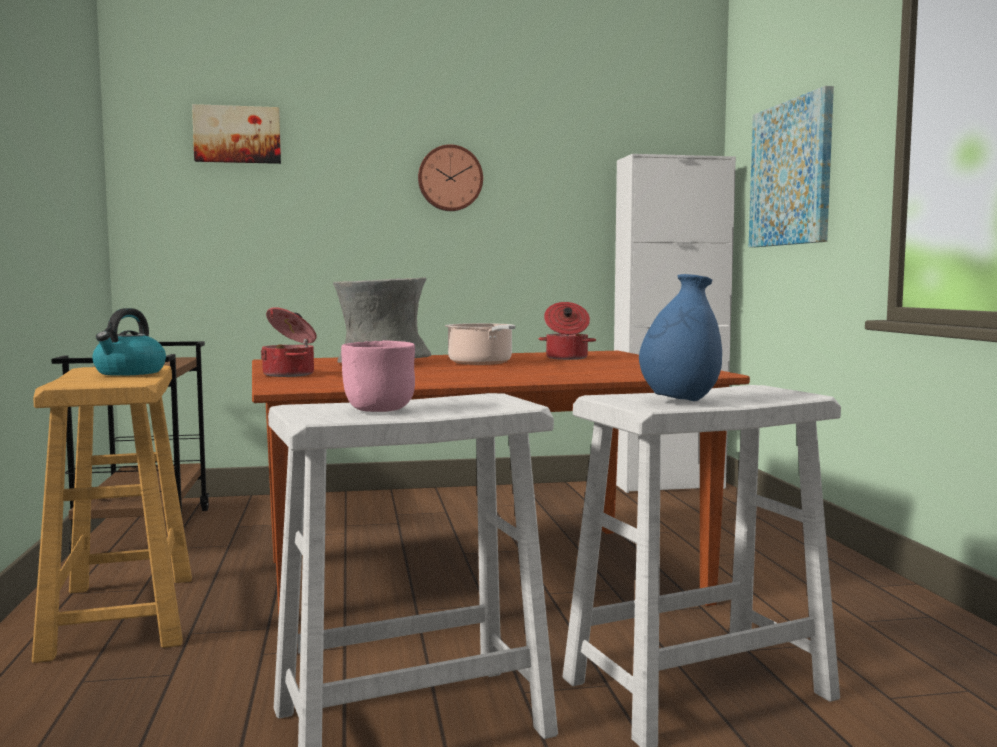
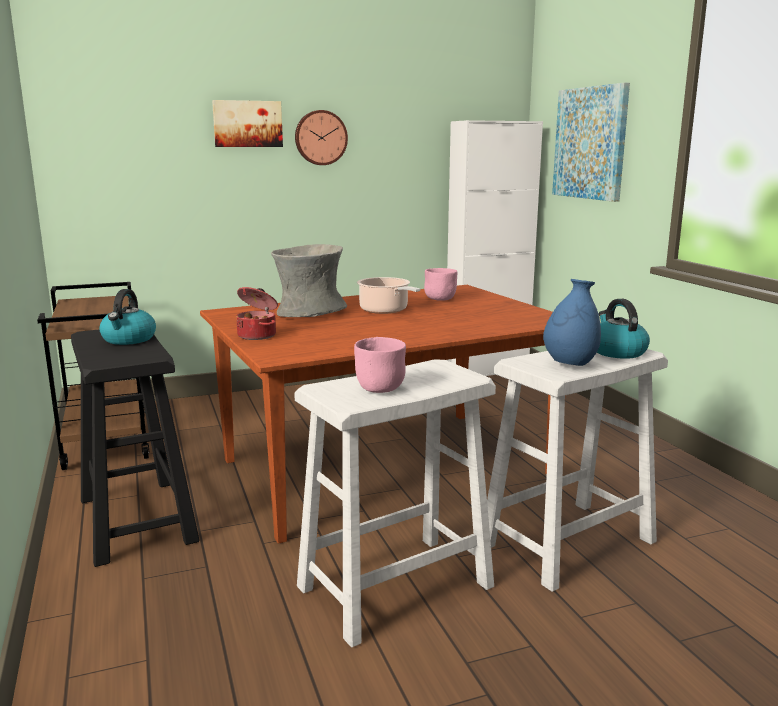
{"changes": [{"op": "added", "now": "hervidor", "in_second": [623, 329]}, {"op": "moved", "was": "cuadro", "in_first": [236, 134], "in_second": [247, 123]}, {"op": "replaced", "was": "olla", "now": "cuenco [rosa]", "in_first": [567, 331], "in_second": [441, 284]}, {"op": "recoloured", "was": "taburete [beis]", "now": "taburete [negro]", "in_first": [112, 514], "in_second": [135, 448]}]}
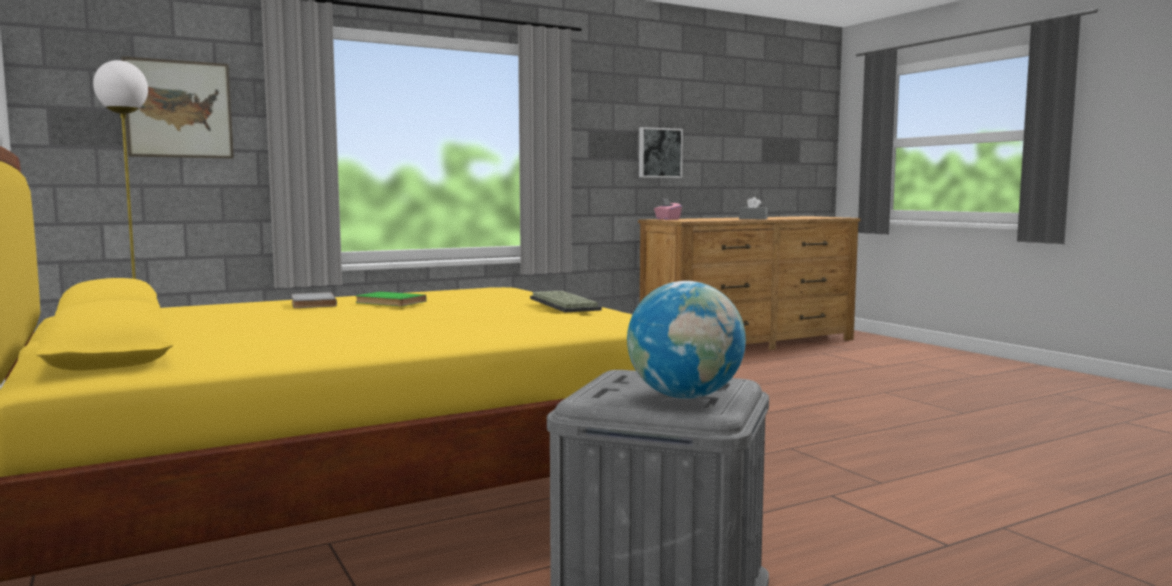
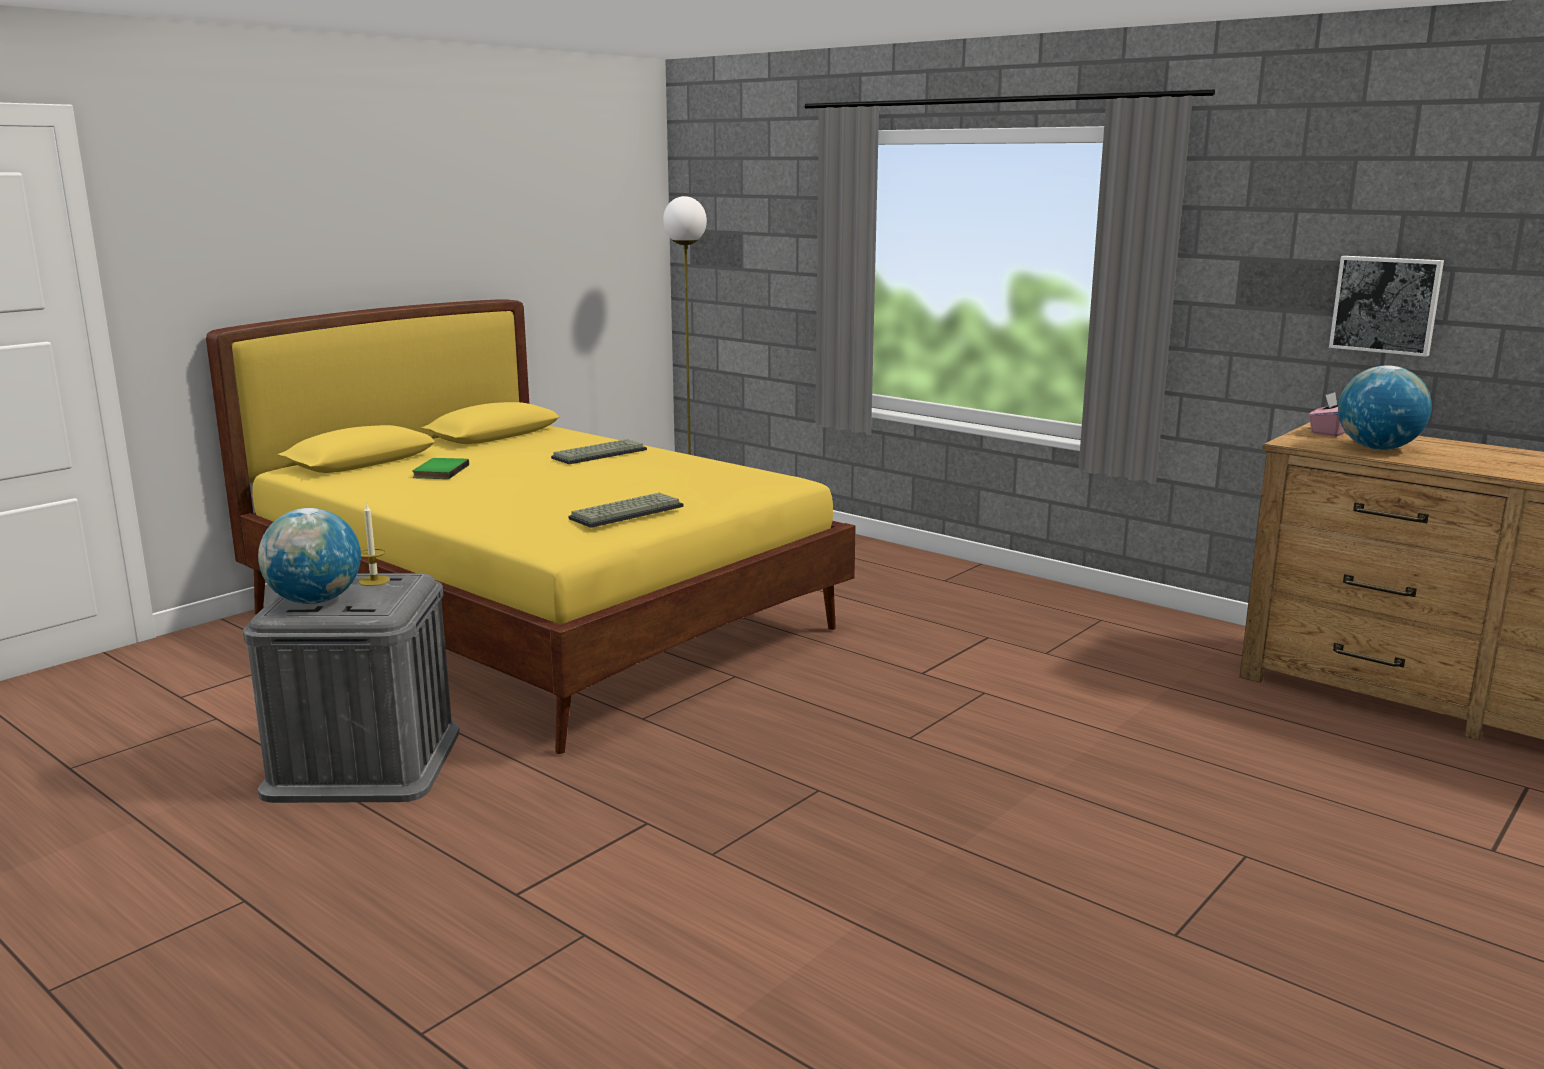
{"changes": [{"op": "removed", "was": "cuadro", "in_first": [177, 107]}, {"op": "removed", "was": "caja de pañuelos [gris]", "in_first": [753, 208]}, {"op": "added", "now": "vela", "in_second": [374, 545]}, {"op": "added", "now": "globo terráqueo", "in_second": [1385, 407]}, {"op": "moved", "was": "libro [verde]", "in_first": [391, 299], "in_second": [440, 468]}, {"op": "replaced", "was": "libro [gris]", "now": "teclado", "in_first": [314, 300], "in_second": [599, 451]}]}
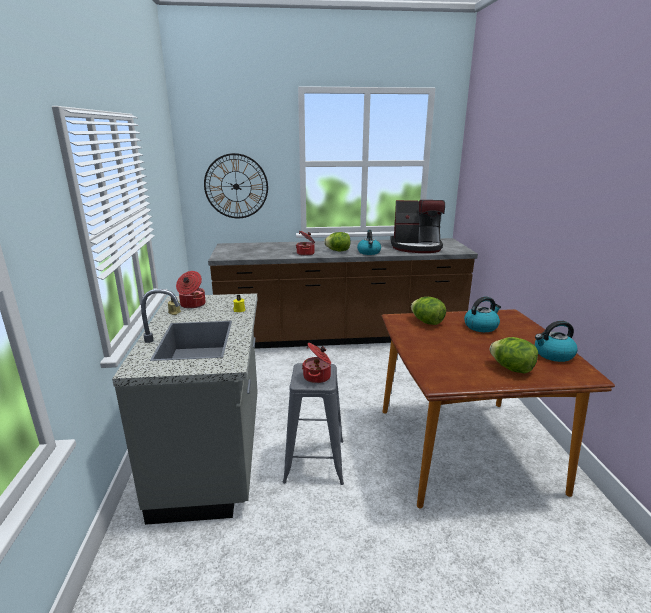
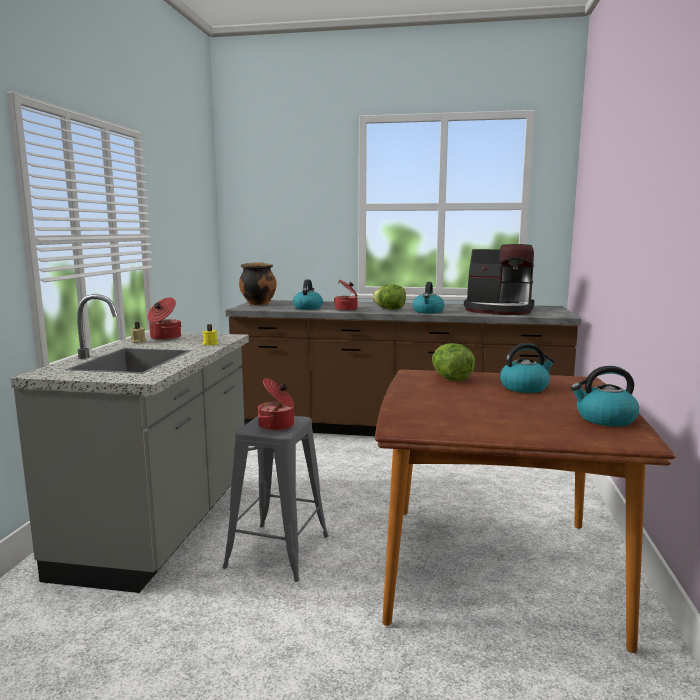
{"changes": [{"op": "removed", "was": "reloj de pared", "in_first": [236, 185]}, {"op": "removed", "was": "lechuga", "in_first": [514, 355]}, {"op": "added", "now": "olla", "in_second": [258, 283]}, {"op": "added", "now": "hervidor", "in_second": [308, 294]}]}
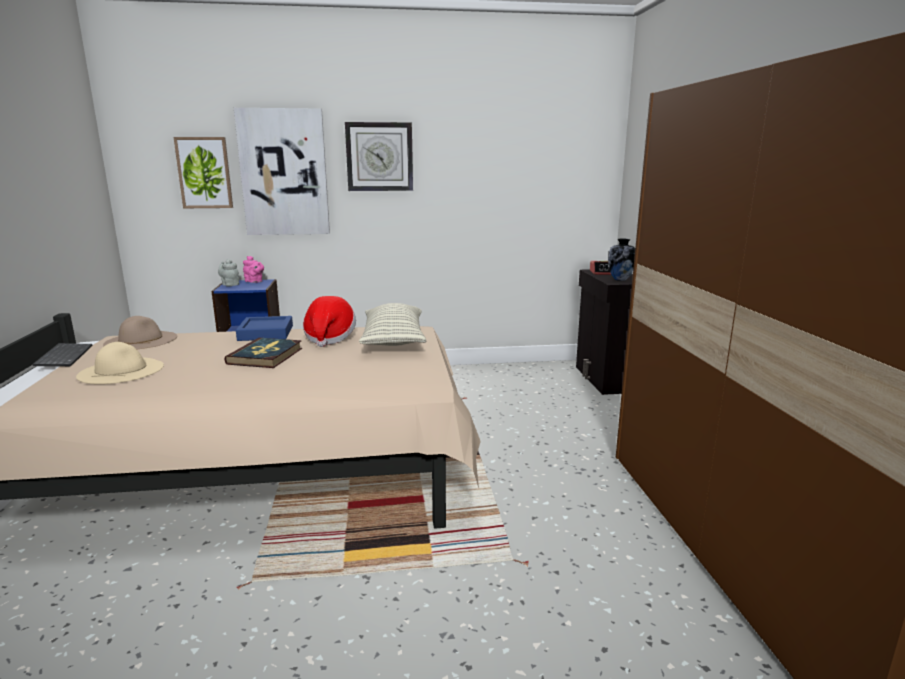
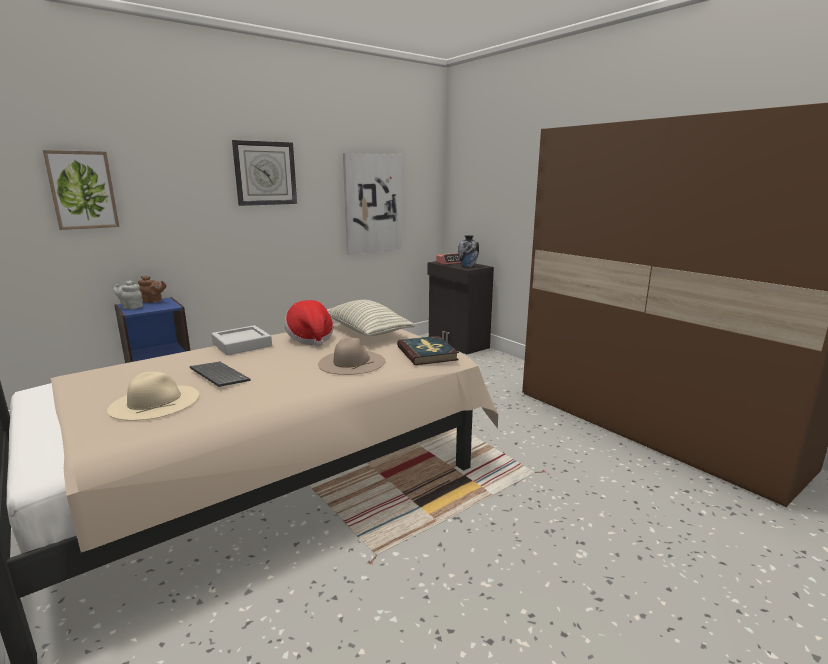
{"changes": [{"op": "moved", "was": "teclado", "in_first": [62, 354], "in_second": [220, 374]}, {"op": "moved", "was": "sombrero [beis]", "in_first": [140, 332], "in_second": [351, 356]}, {"op": "moved", "was": "libro", "in_first": [263, 353], "in_second": [428, 350]}, {"op": "moved", "was": "cuadro", "in_first": [282, 171], "in_second": [372, 204]}, {"op": "recoloured", "was": "bandeja [azul]", "now": "bandeja [gris]", "in_first": [264, 328], "in_second": [241, 340]}, {"op": "recoloured", "was": "tetera [rosa]", "now": "tetera [marrón]", "in_first": [253, 269], "in_second": [152, 289]}]}
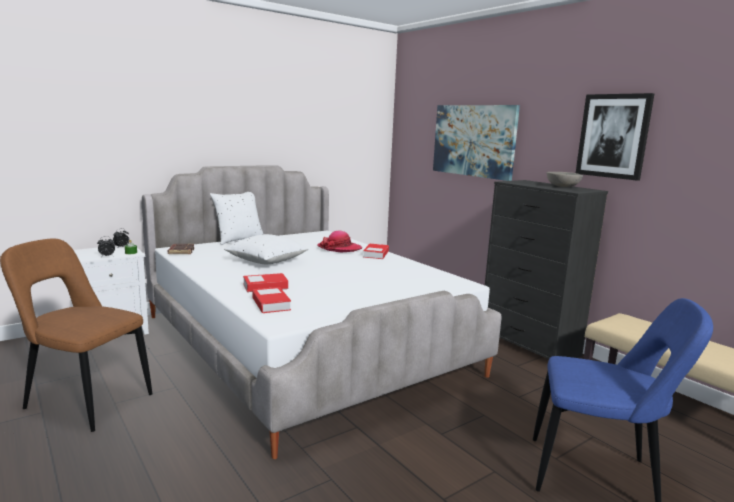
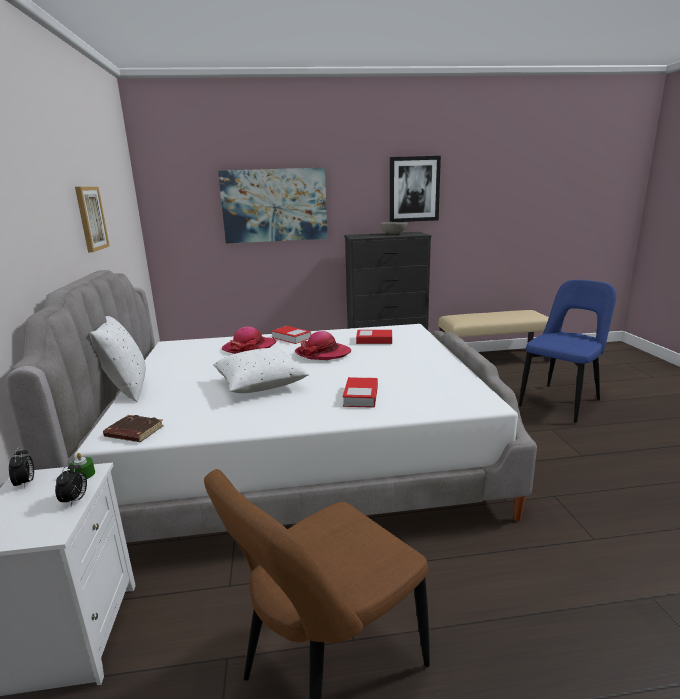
{"changes": [{"op": "added", "now": "cuadro", "in_second": [92, 219]}, {"op": "added", "now": "sombrero", "in_second": [323, 345]}, {"op": "moved", "was": "libro", "in_first": [271, 300], "in_second": [374, 337]}]}
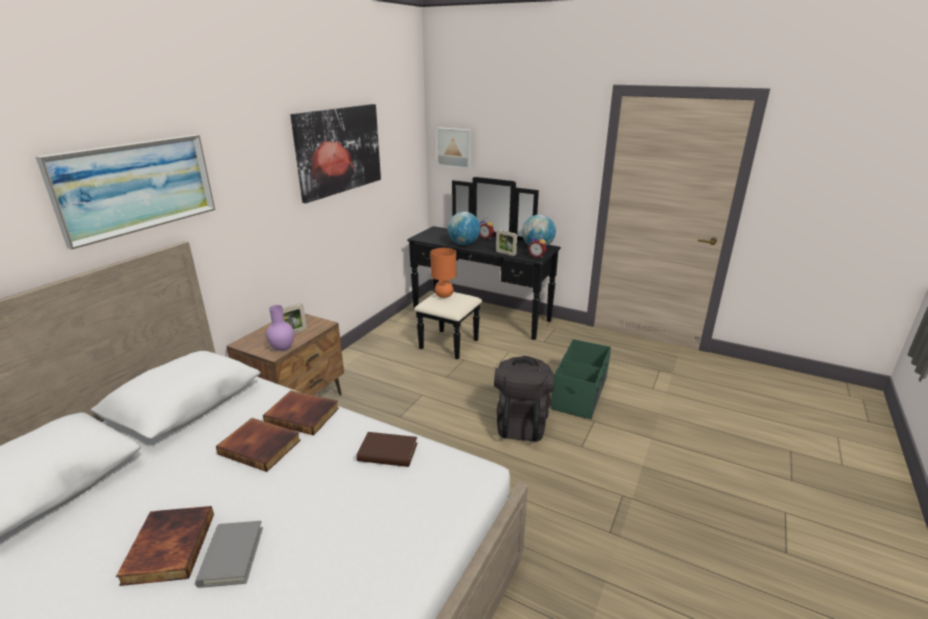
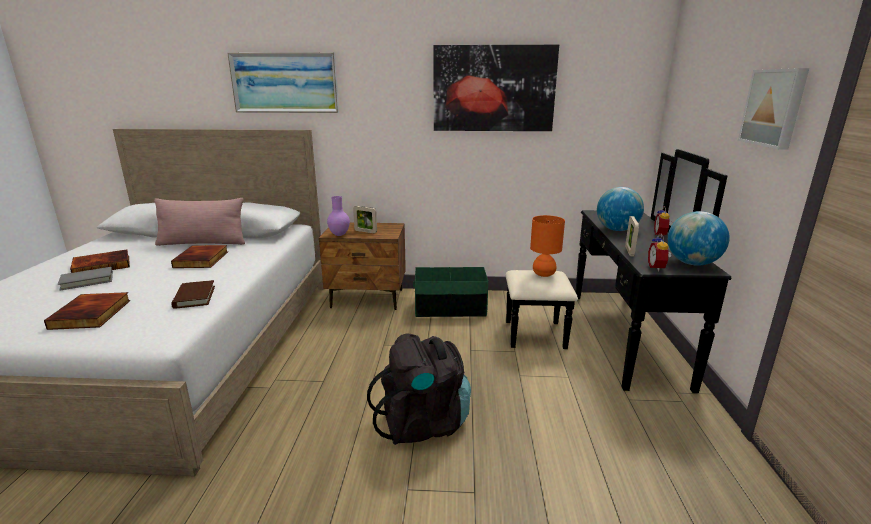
{"changes": [{"op": "added", "now": "cojín [rosa]", "in_second": [199, 222]}, {"op": "moved", "was": "libro", "in_first": [301, 412], "in_second": [87, 311]}, {"op": "moved", "was": "cuadro", "in_first": [453, 148], "in_second": [773, 109]}, {"op": "moved", "was": "caja de almacenaje [verde]", "in_first": [581, 379], "in_second": [450, 292]}]}
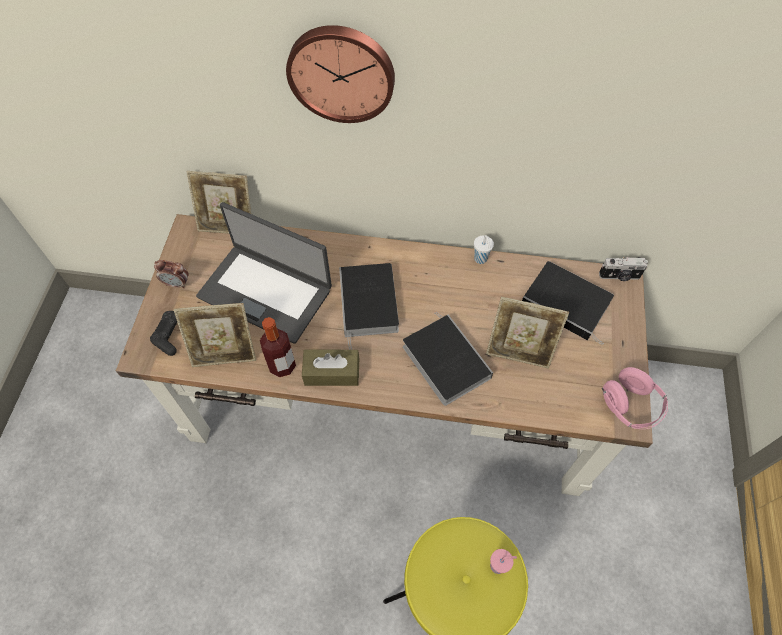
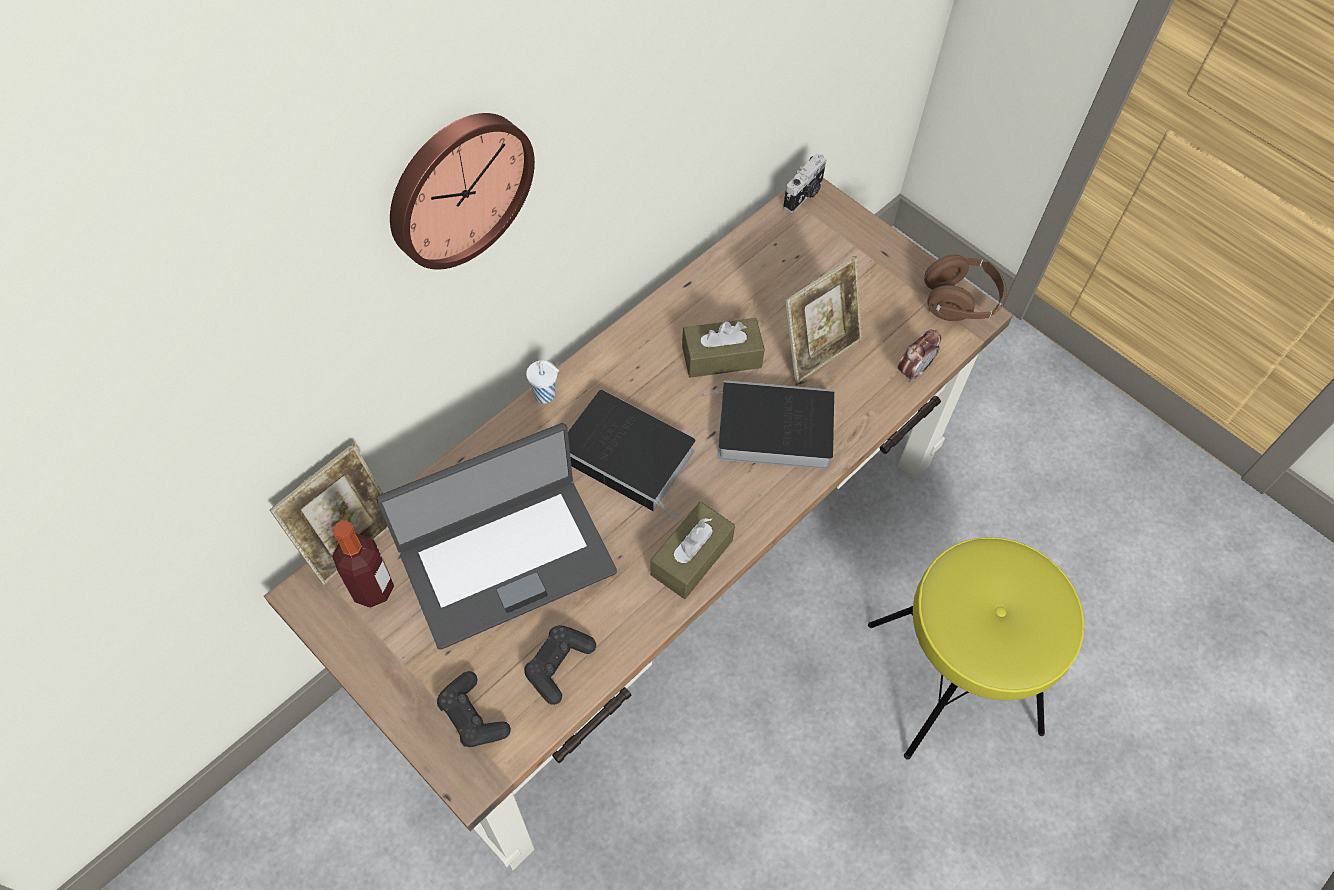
{"changes": [{"op": "removed", "was": "taza [rosa]", "in_first": [503, 561]}, {"op": "removed", "was": "libro", "in_first": [568, 303]}, {"op": "added", "now": "caja de pañuelos [marrón]", "in_second": [723, 348]}, {"op": "moved", "was": "despertador", "in_first": [171, 274], "in_second": [919, 356]}, {"op": "moved", "was": "botella", "in_first": [278, 347], "in_second": [363, 564]}, {"op": "moved", "was": "taza [blanco]", "in_first": [484, 249], "in_second": [542, 381]}, {"op": "replaced", "was": "portarretratos", "now": "mando de consola [negro]", "in_first": [215, 335], "in_second": [560, 665]}, {"op": "recoloured", "was": "auriculares [rosa]", "now": "auriculares [marrón]", "in_first": [635, 398], "in_second": [965, 287]}]}
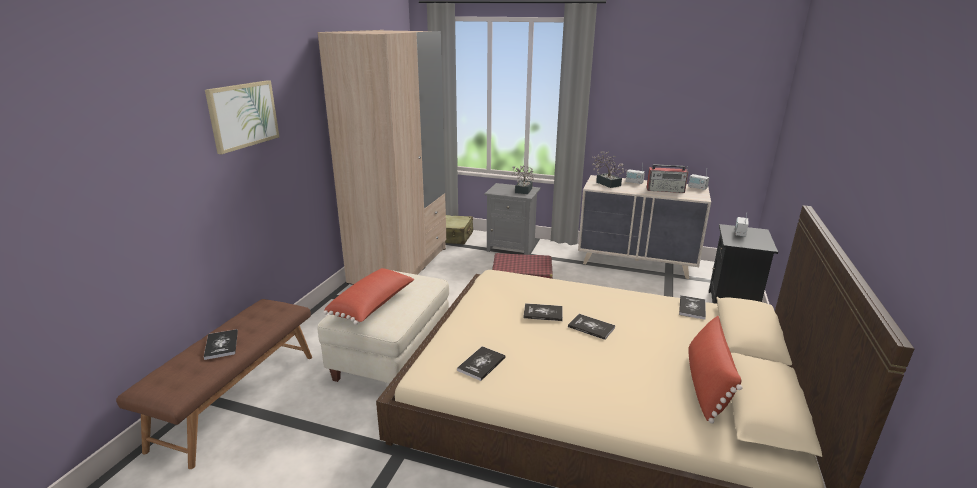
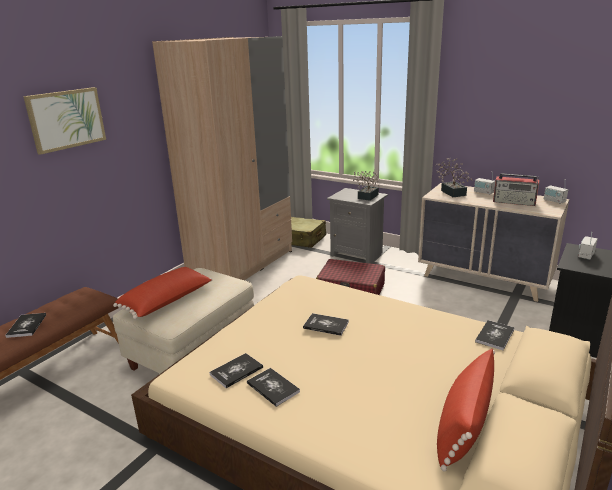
{"changes": [{"op": "moved", "was": "libro", "in_first": [591, 327], "in_second": [273, 387]}]}
